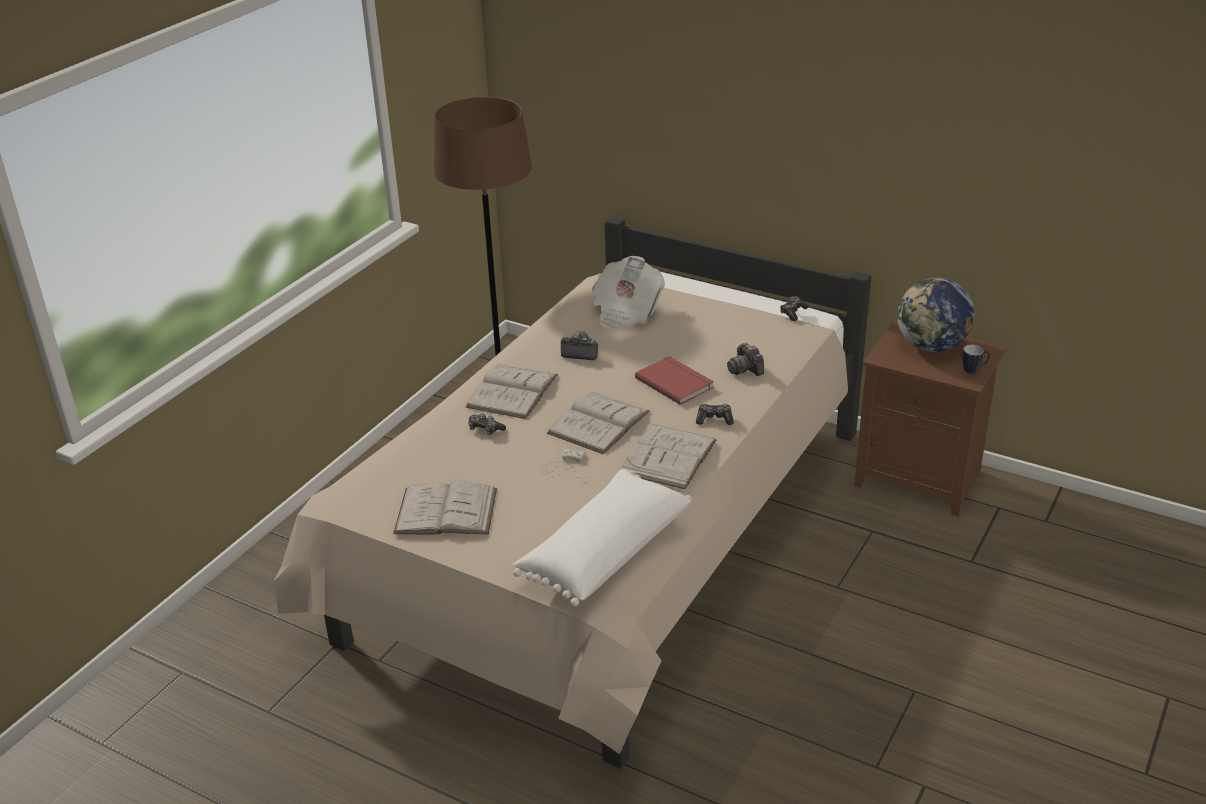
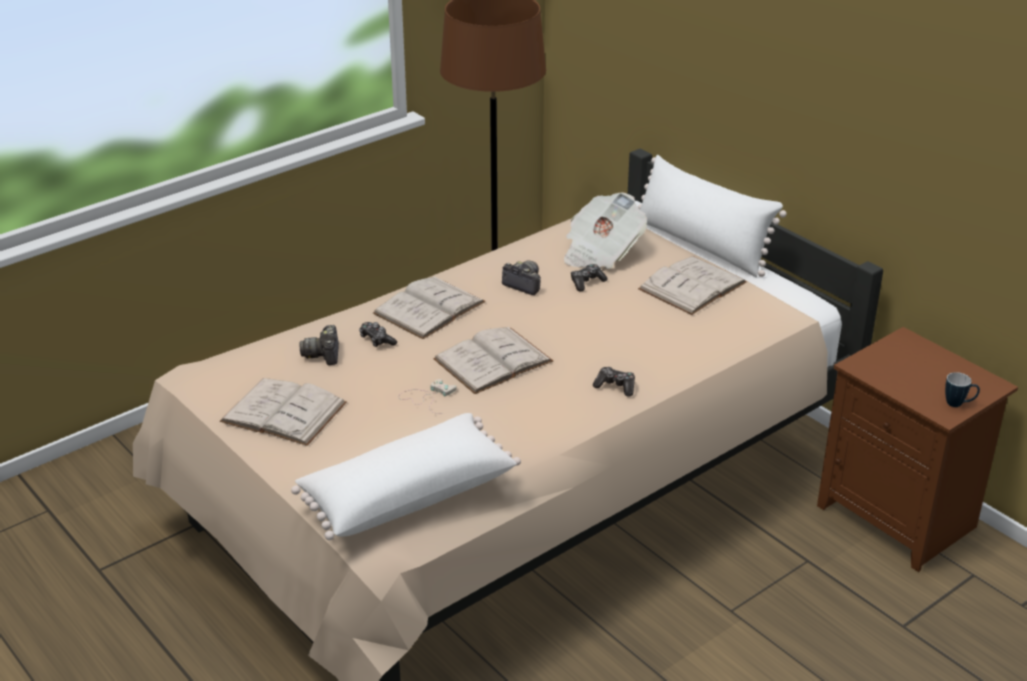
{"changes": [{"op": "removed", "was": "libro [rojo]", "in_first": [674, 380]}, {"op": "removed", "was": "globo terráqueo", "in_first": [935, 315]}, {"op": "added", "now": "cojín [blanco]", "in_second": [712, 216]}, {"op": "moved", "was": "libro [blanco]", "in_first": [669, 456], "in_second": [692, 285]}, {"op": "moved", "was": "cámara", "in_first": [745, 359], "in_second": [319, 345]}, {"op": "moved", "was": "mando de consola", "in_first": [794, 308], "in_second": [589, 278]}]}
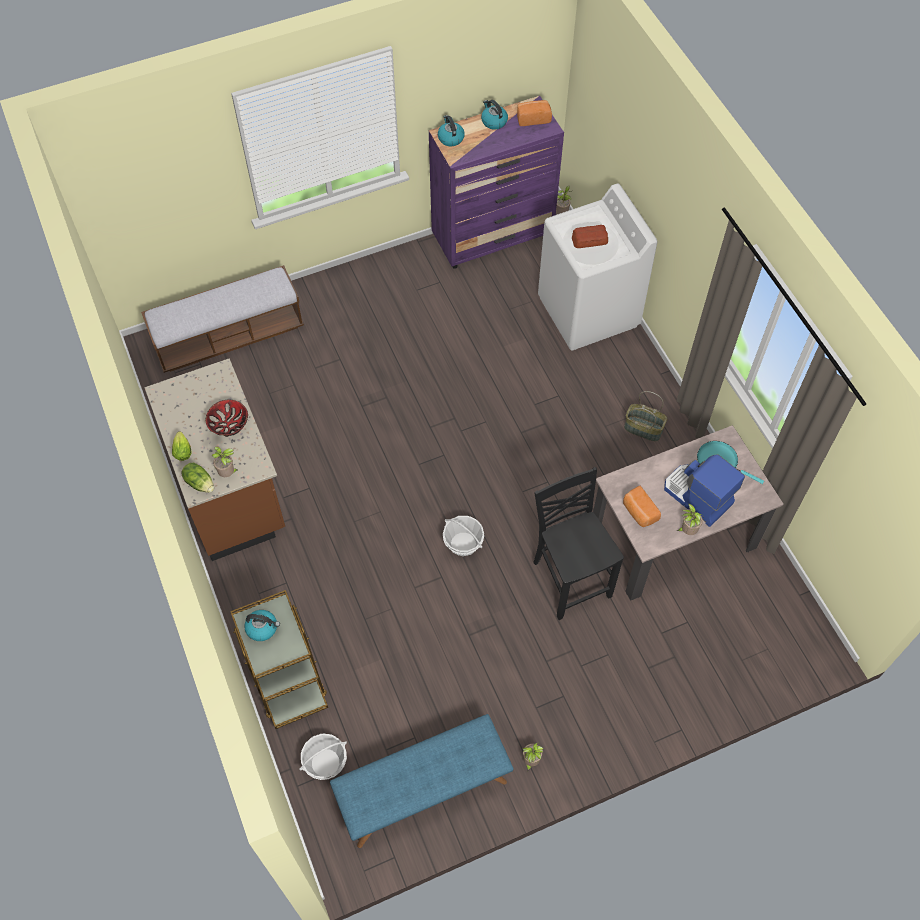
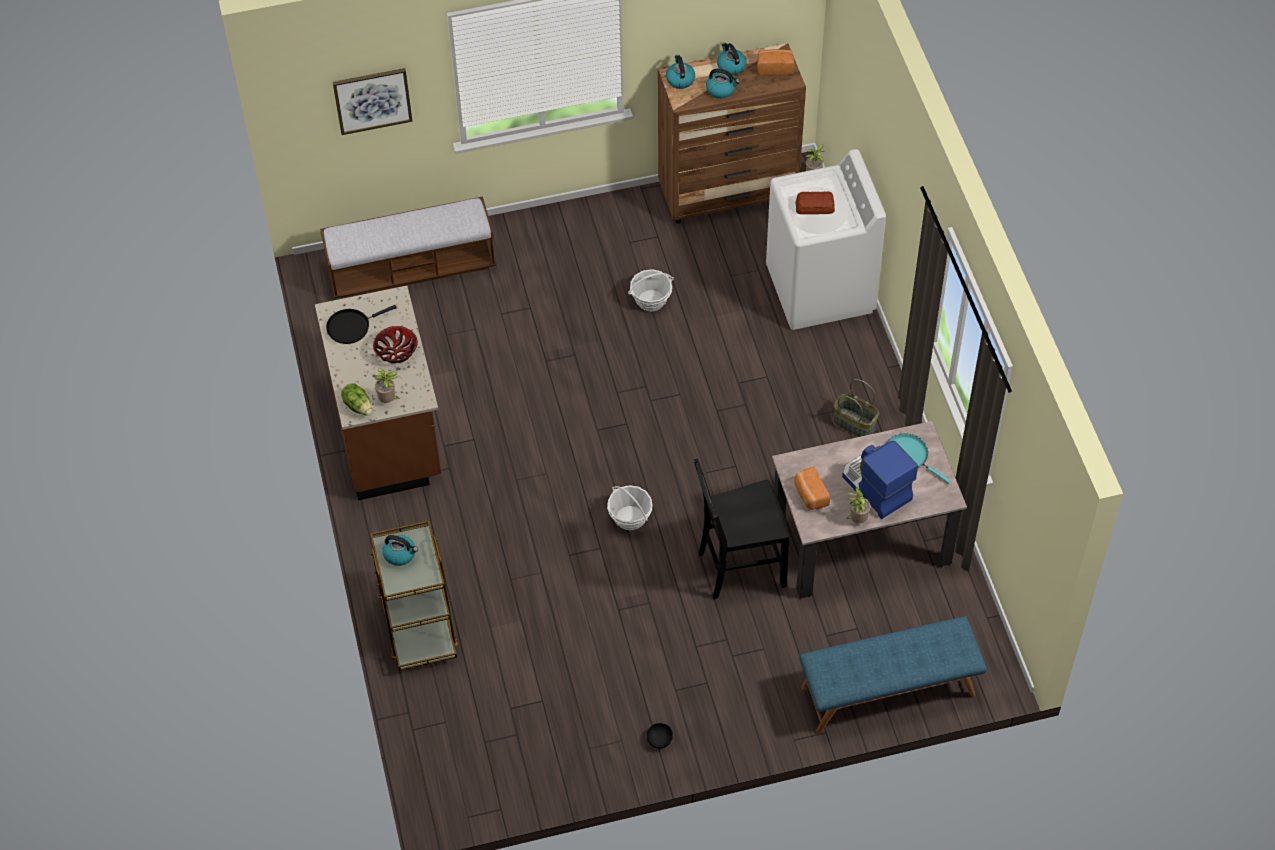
{"changes": [{"op": "removed", "was": "lechuga", "in_first": [182, 446]}, {"op": "added", "now": "sartén [negro]", "in_second": [361, 324]}, {"op": "added", "now": "cuadro", "in_second": [372, 101]}, {"op": "added", "now": "hervidor", "in_second": [723, 84]}, {"op": "moved", "was": "cesta", "in_first": [323, 756], "in_second": [651, 290]}, {"op": "moved", "was": "banco [azul]", "in_first": [422, 781], "in_second": [893, 675]}, {"op": "replaced", "was": "planta en maceta", "now": "cuenco [negro]", "in_first": [532, 757], "in_second": [659, 736]}, {"op": "recoloured", "was": "cómoda [morado]", "now": "cómoda [marrón]", "in_first": [496, 182], "in_second": [732, 133]}, {"op": "turned", "was": "silla [negro]", "in_first": [578, 543], "in_second": [741, 529], "clockwise": -90}]}
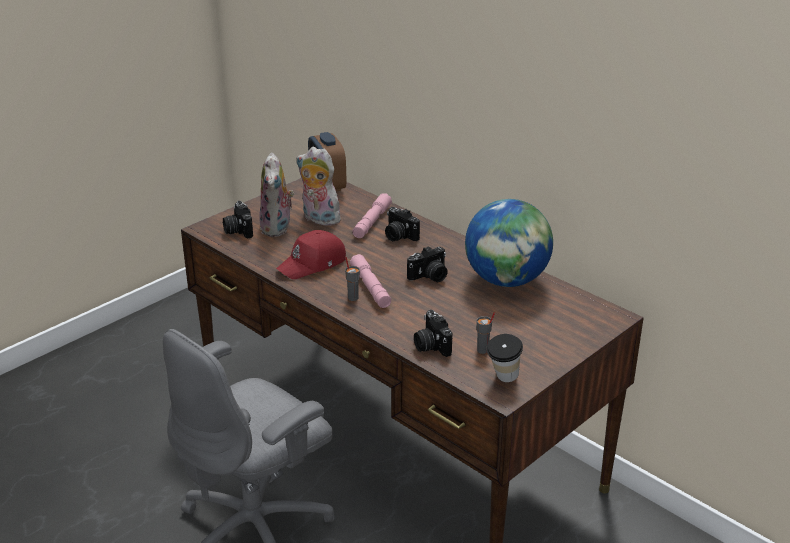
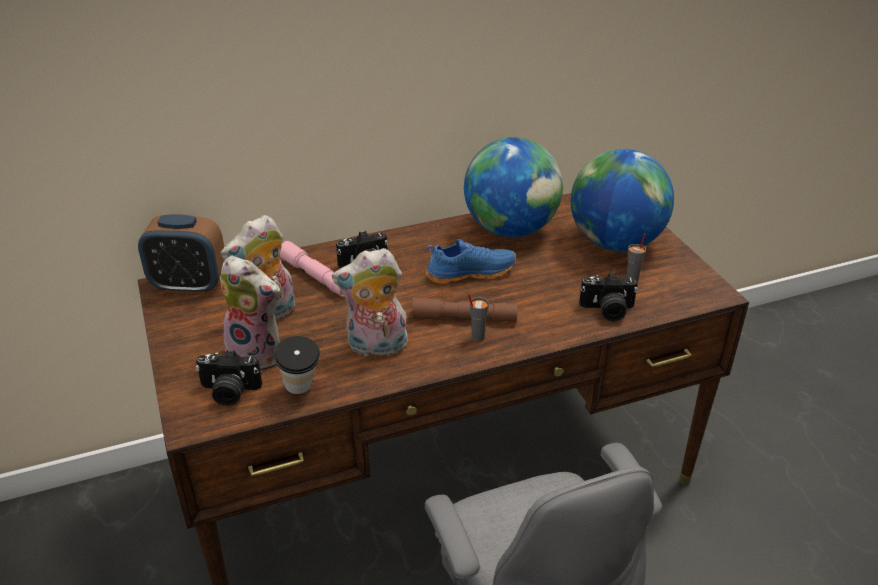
{"changes": [{"op": "added", "now": "globo terráqueo", "in_second": [622, 200]}, {"op": "moved", "was": "taza", "in_first": [504, 358], "in_second": [297, 365]}, {"op": "replaced", "was": "gorra [rojo]", "now": "peluche", "in_first": [311, 254], "in_second": [370, 302]}, {"op": "replaced", "was": "cámara", "now": "zapato [azul]", "in_first": [427, 264], "in_second": [471, 261]}, {"op": "recoloured", "was": "linterna [rosa]", "now": "linterna [marrón]", "in_first": [370, 281], "in_second": [464, 310]}]}
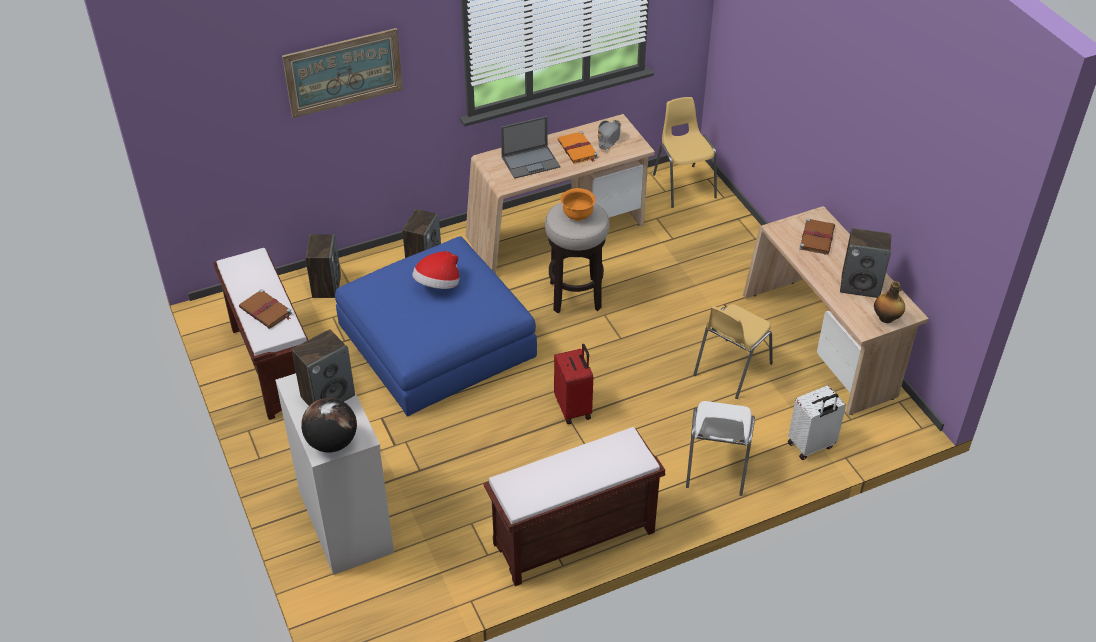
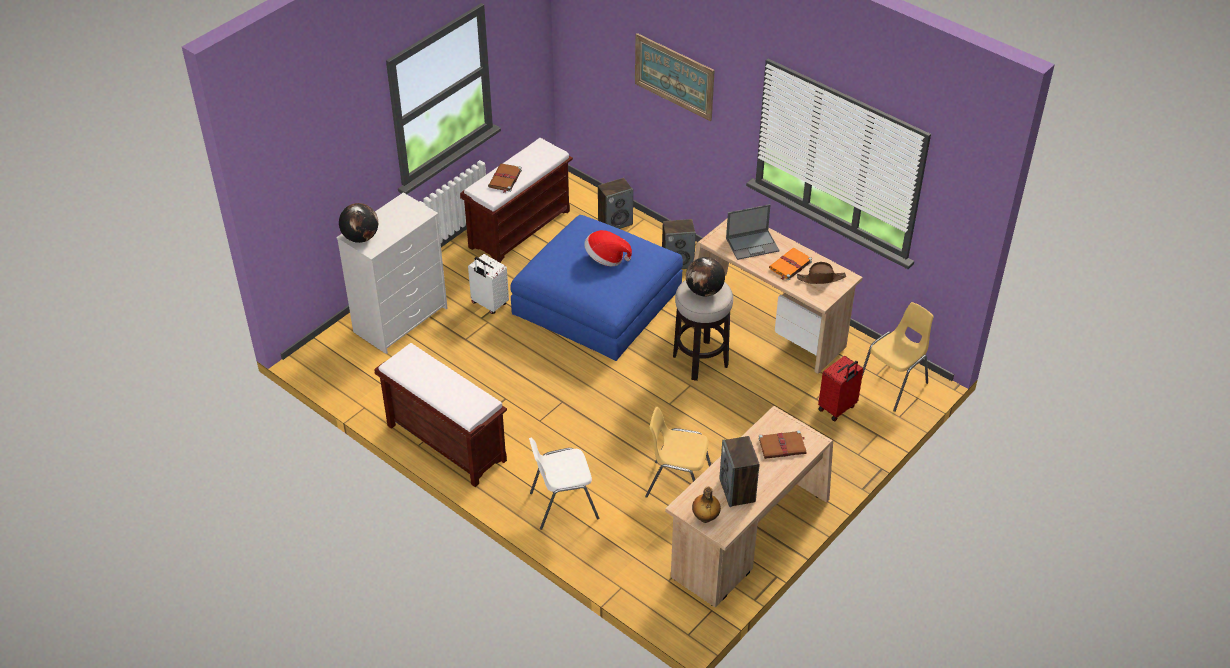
{"changes": [{"op": "removed", "was": "altavoz", "in_first": [323, 367]}, {"op": "moved", "was": "maleta [rojo]", "in_first": [573, 384], "in_second": [840, 388]}, {"op": "moved", "was": "maleta [blanco]", "in_first": [817, 422], "in_second": [488, 284]}, {"op": "replaced", "was": "cuenco [naranja]", "now": "globo terráqueo", "in_first": [578, 204], "in_second": [705, 276]}, {"op": "recoloured", "was": "sombrero [gris]", "now": "sombrero [marrón]", "in_first": [609, 135], "in_second": [821, 273]}, {"op": "turned", "was": "portátil", "in_first": [530, 147], "in_second": [752, 232], "clockwise": -60}]}
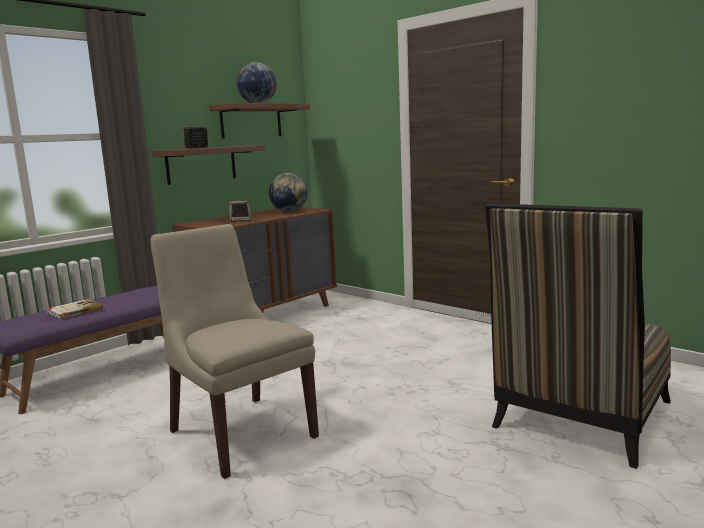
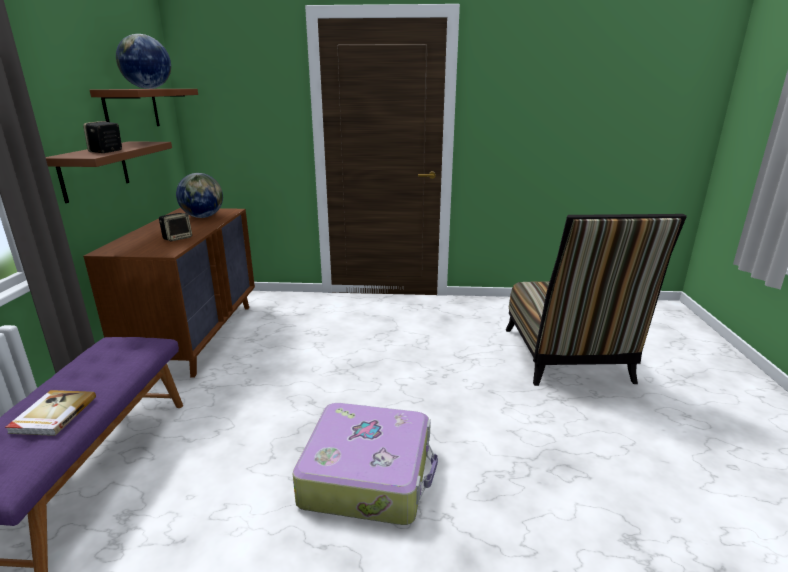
{"changes": [{"op": "replaced", "was": "silla [beis]", "now": "maleta", "in_first": [235, 351], "in_second": [365, 464]}]}
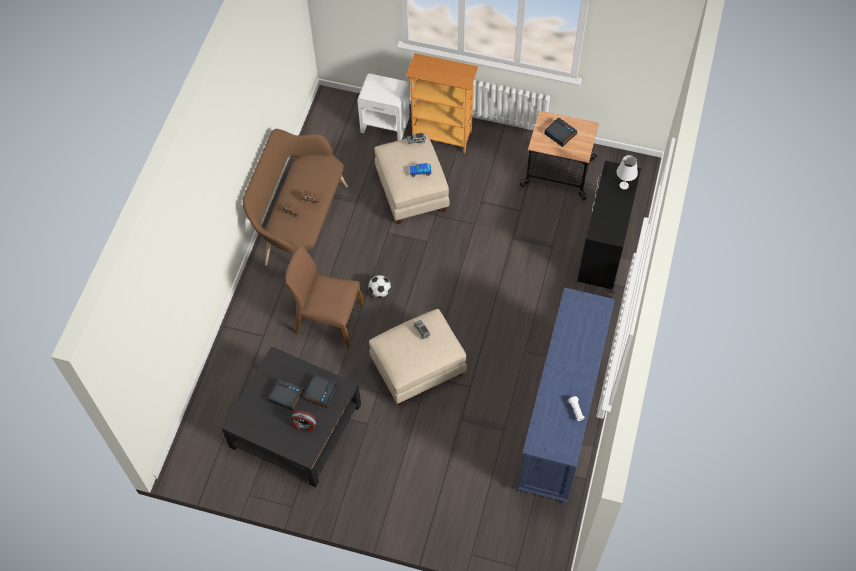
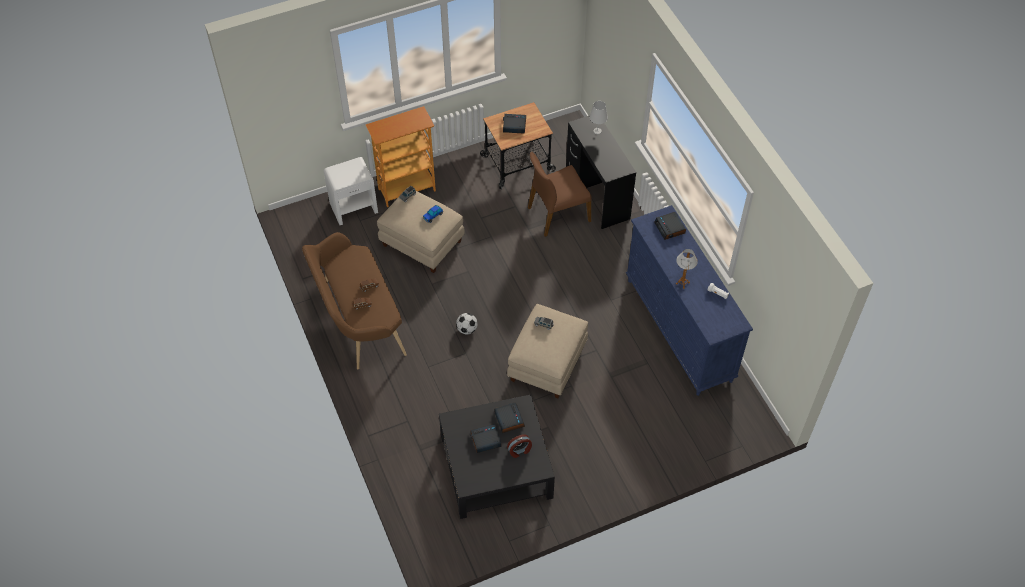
{"changes": [{"op": "added", "now": "despertador", "in_second": [670, 226]}, {"op": "added", "now": "lámpara de mesa", "in_second": [687, 269]}, {"op": "moved", "was": "silla [marrón]", "in_first": [324, 297], "in_second": [560, 194]}]}
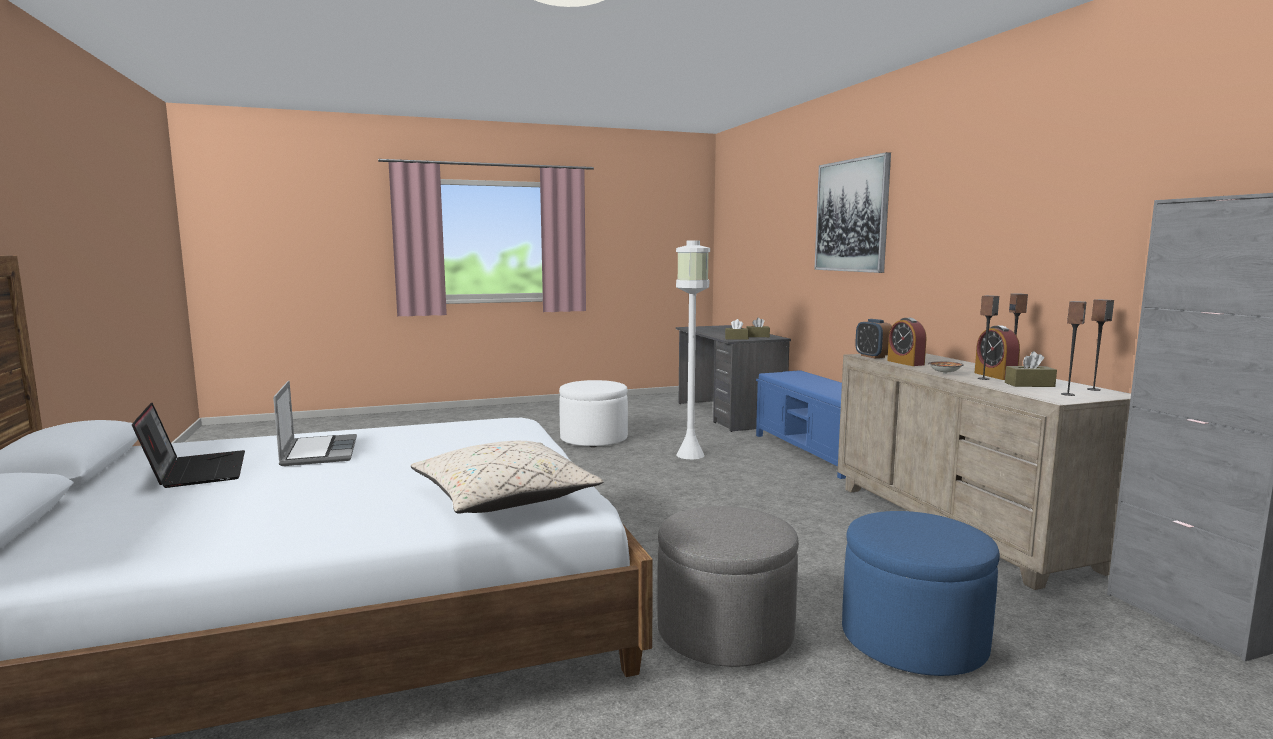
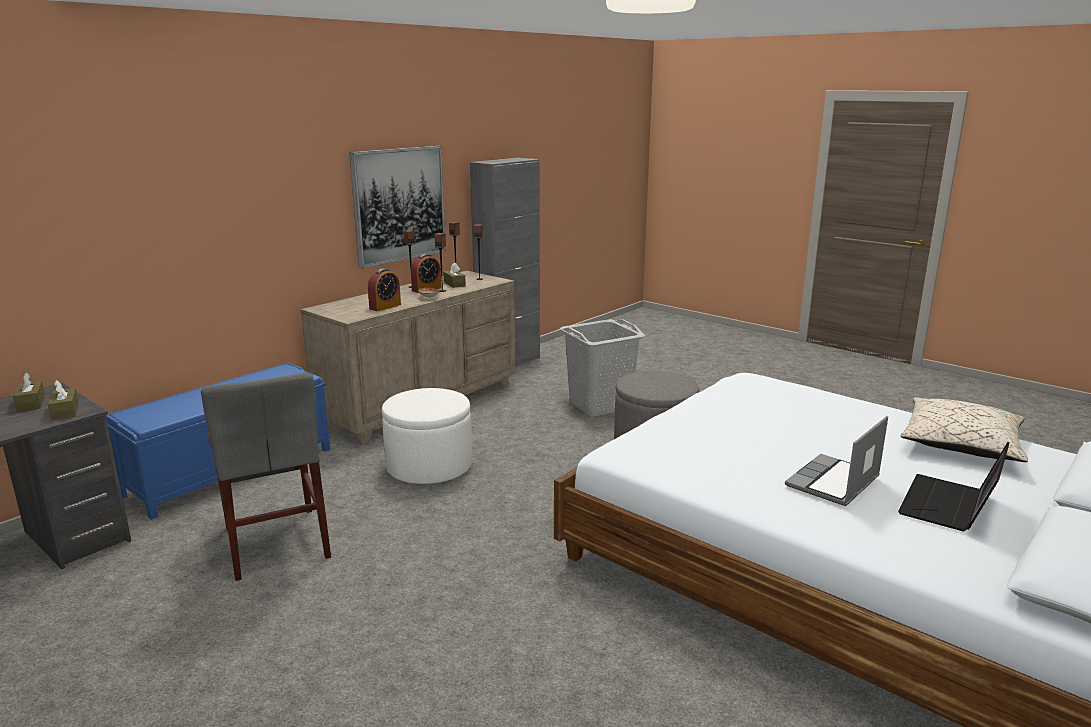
{"changes": [{"op": "removed", "was": "despertador", "in_first": [873, 338]}, {"op": "moved", "was": "cojín [beis]", "in_first": [507, 477], "in_second": [964, 429]}, {"op": "moved", "was": "puf [blanco]", "in_first": [593, 413], "in_second": [427, 436]}, {"op": "moved", "was": "cuadro", "in_first": [852, 212], "in_second": [397, 207]}, {"op": "replaced", "was": "lámpara de pie [blanco]", "now": "silla [gris]", "in_first": [693, 349], "in_second": [266, 476]}, {"op": "replaced", "was": "puf [azul]", "now": "cesto de la ropa [gris]", "in_first": [921, 593], "in_second": [602, 368]}]}
